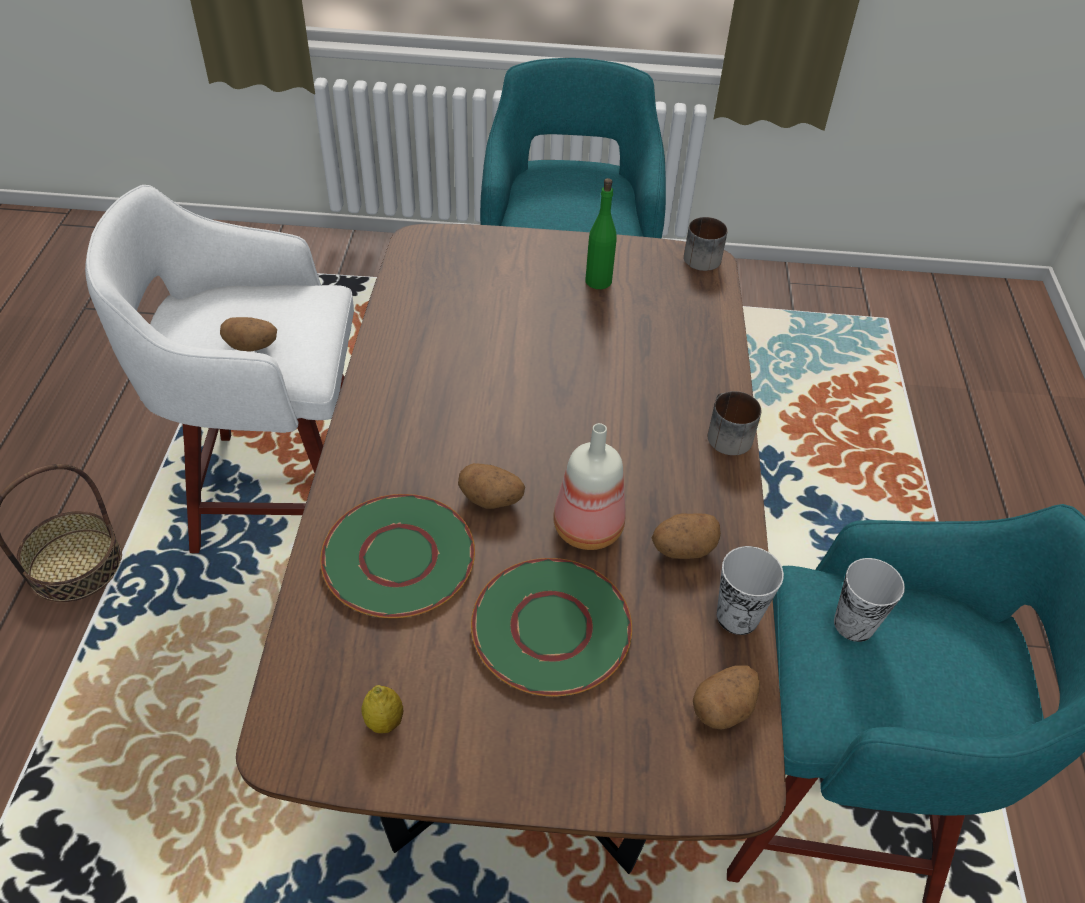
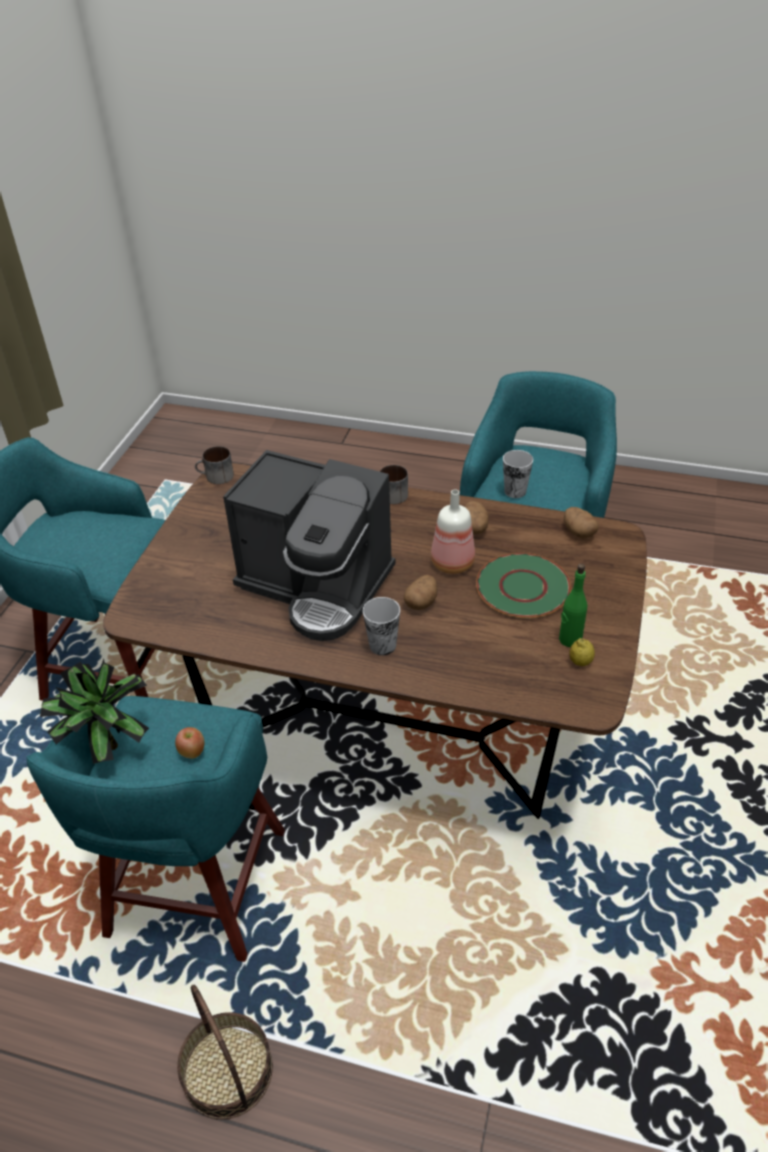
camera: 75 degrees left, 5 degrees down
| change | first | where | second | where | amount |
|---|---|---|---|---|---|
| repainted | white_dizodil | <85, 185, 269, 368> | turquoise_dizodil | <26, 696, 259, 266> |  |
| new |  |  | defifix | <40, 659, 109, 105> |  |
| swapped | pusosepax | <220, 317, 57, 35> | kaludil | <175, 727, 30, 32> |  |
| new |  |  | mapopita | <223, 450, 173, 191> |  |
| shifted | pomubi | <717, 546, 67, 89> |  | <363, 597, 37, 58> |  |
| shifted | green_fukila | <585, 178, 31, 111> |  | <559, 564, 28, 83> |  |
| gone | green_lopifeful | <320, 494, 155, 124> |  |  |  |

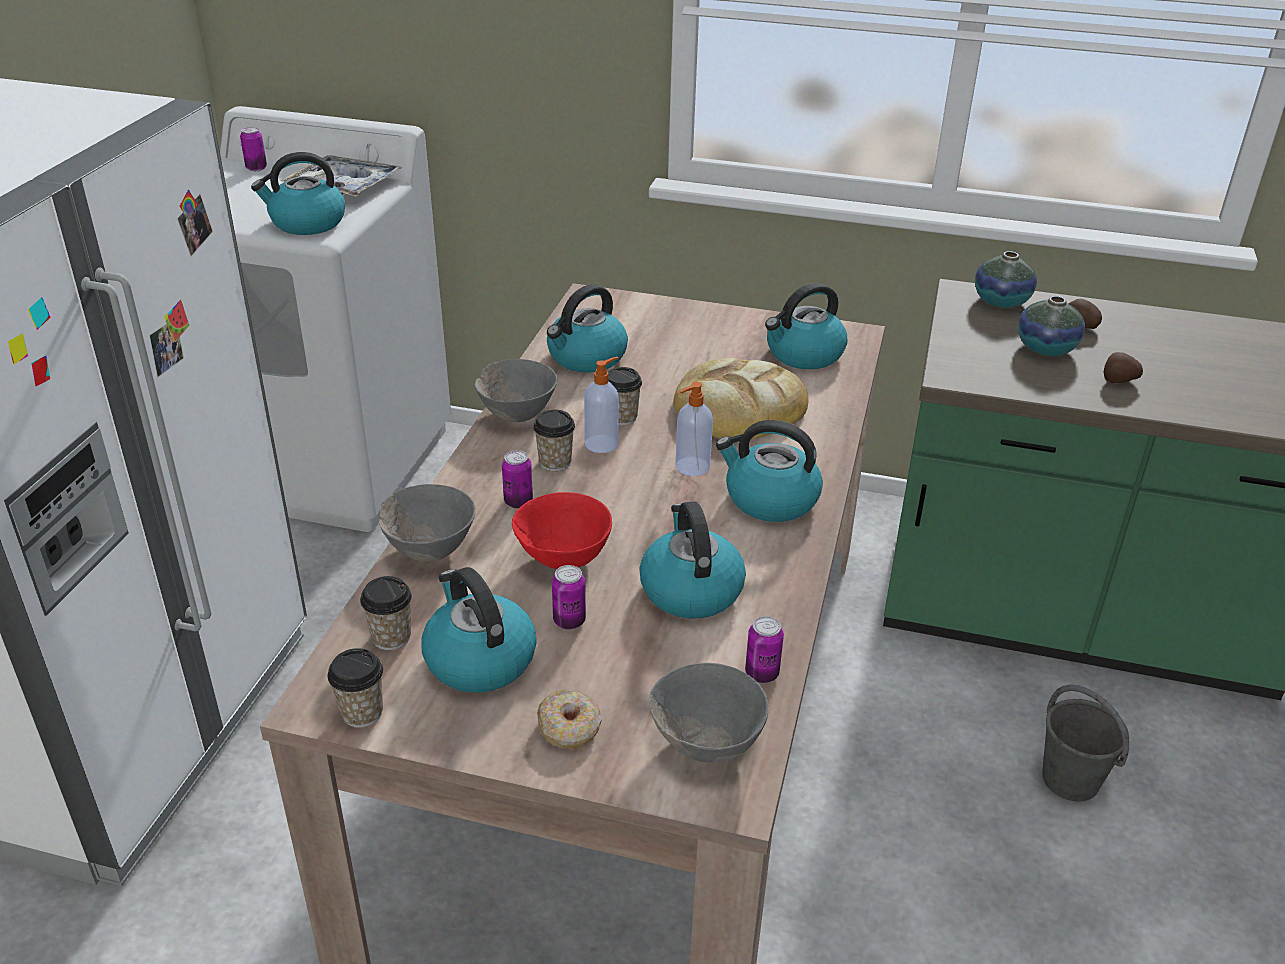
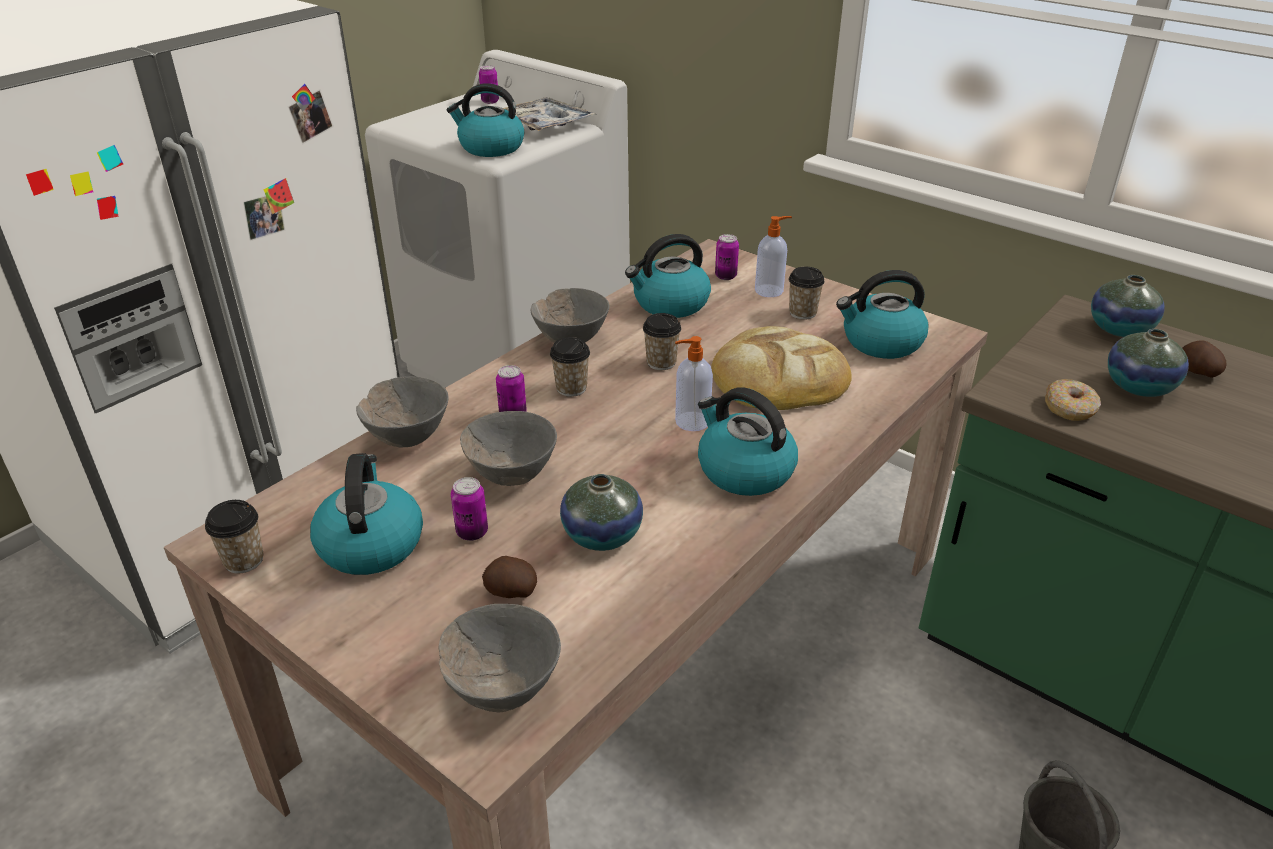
camera: 25 degrees right, 0 degrees up
| change | first | where | second | where | amount |
|---|---|---|---|---|---|
| repainted | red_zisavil | <512, 492, 100, 77> | grey_zisavil | <460, 411, 97, 75> |  |
| shifted | pusosepax | <1104, 352, 39, 31> |  | <482, 556, 55, 42> |  |
| swapped | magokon | <639, 501, 107, 118> | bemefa | <560, 474, 83, 77> |  |
| shifted | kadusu | <745, 616, 39, 67> |  | <715, 234, 24, 46> |  |
| shifted | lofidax | <584, 357, 35, 96> |  | <755, 216, 37, 81> |  |
| shifted | pomubi | <360, 576, 52, 74> |  | <789, 267, 36, 53> |  |
| shifted | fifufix | <537, 689, 64, 60> |  | <1045, 379, 56, 42> |  |

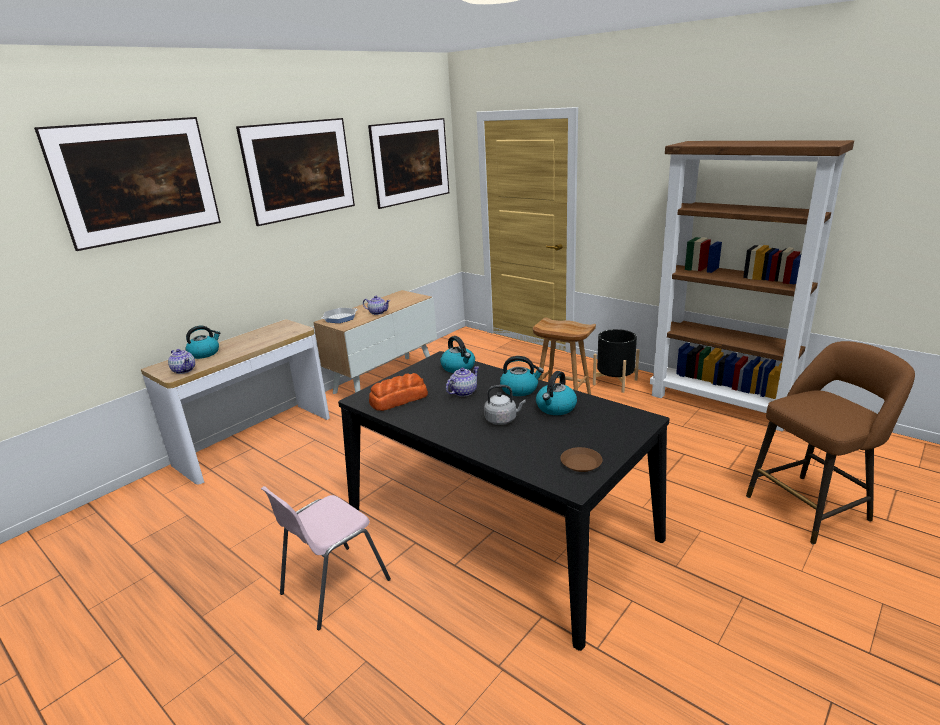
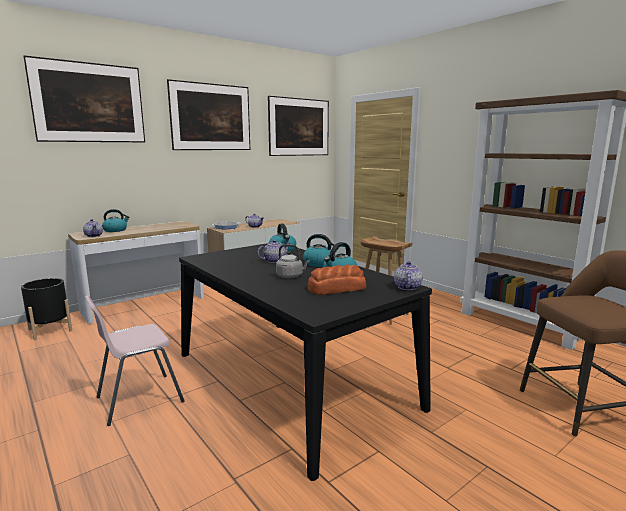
camera: 10 degrees right, 10 degrees down
| change | first | where | second | where | amount |
|---|---|---|---|---|---|
| shifted | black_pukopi | <593, 329, 47, 64> |  | <21, 278, 51, 62> |  |
| shifted | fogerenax | <369, 373, 59, 38> |  | <307, 265, 59, 30> |  |
| new |  |  | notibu | <394, 261, 29, 29> |  |
| gone | brown_lopifeful | <560, 447, 42, 25> |  |  |  |

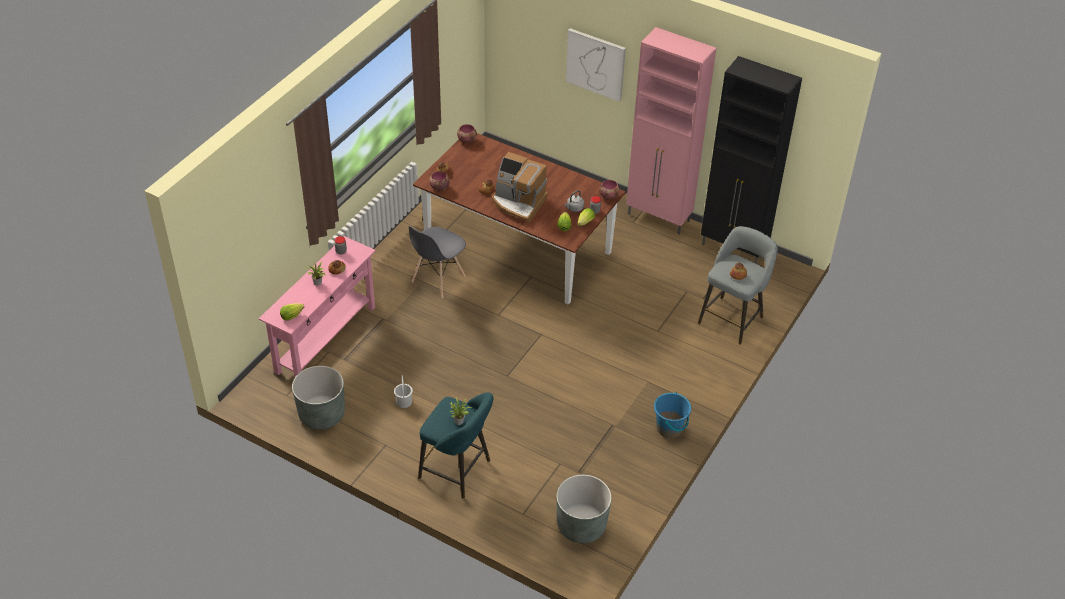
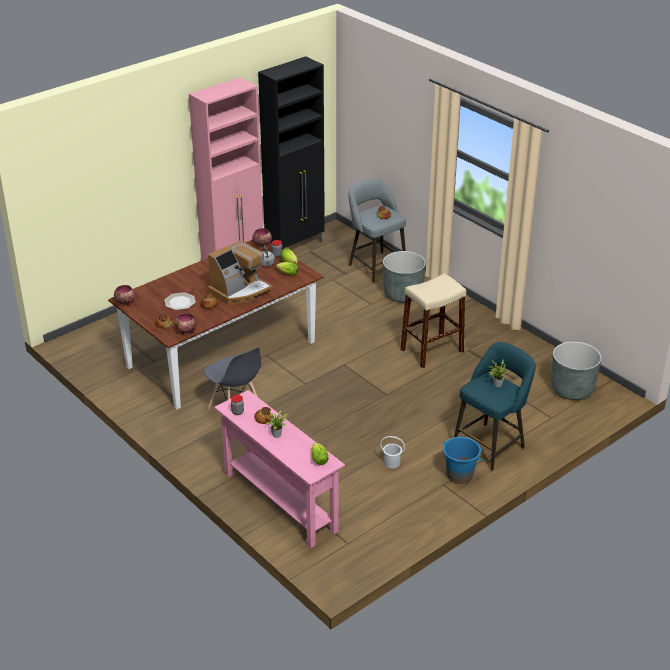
camera: 70 degrees left, 10 degrees down
| change | first | where | second | where | amount |
|---|---|---|---|---|---|
| new |  |  | lopifeful | <164, 292, 32, 18> |  |
| shifted | grey_pukopi | <292, 366, 53, 64> |  | <383, 251, 43, 52> |  |
| new |  |  | beige_dizodil | <400, 273, 66, 95> |  |
| shifted | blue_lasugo | <654, 392, 37, 46> |  | <443, 437, 40, 47> |  |
| gone | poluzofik | <566, 28, 60, 74> |  |  |  |

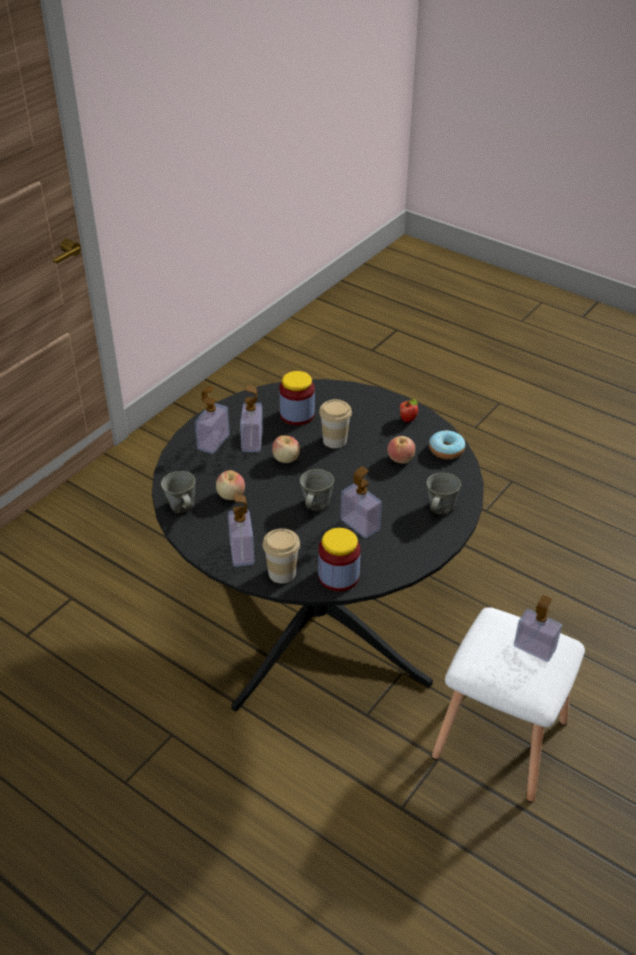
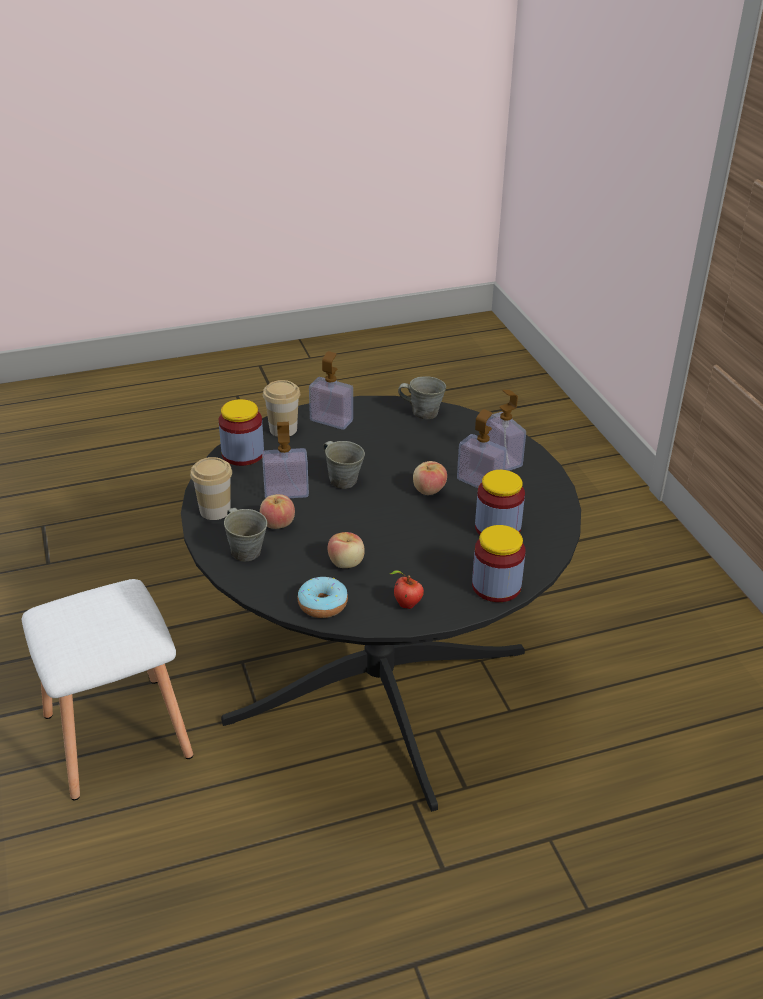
camera: 125 degrees right, 5 degrees down
| change | first | where | second | where | amount |
|---|---|---|---|---|---|
| shifted | pomubi | <319, 399, 33, 49> |  | <190, 457, 42, 63> |  |
| shifted | kaludil | <216, 470, 29, 30> |  | <260, 494, 35, 35> |  |
| new |  |  | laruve | <472, 525, 54, 77> |  |
| gone | lofidax | <514, 595, 48, 67> |  |  |  |

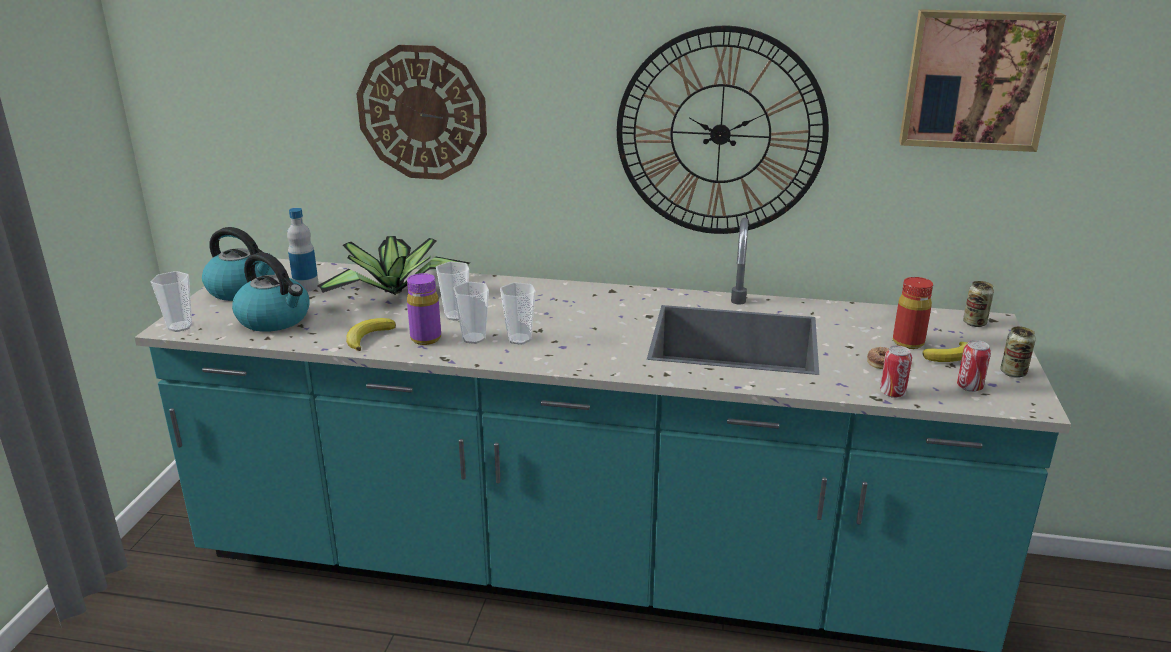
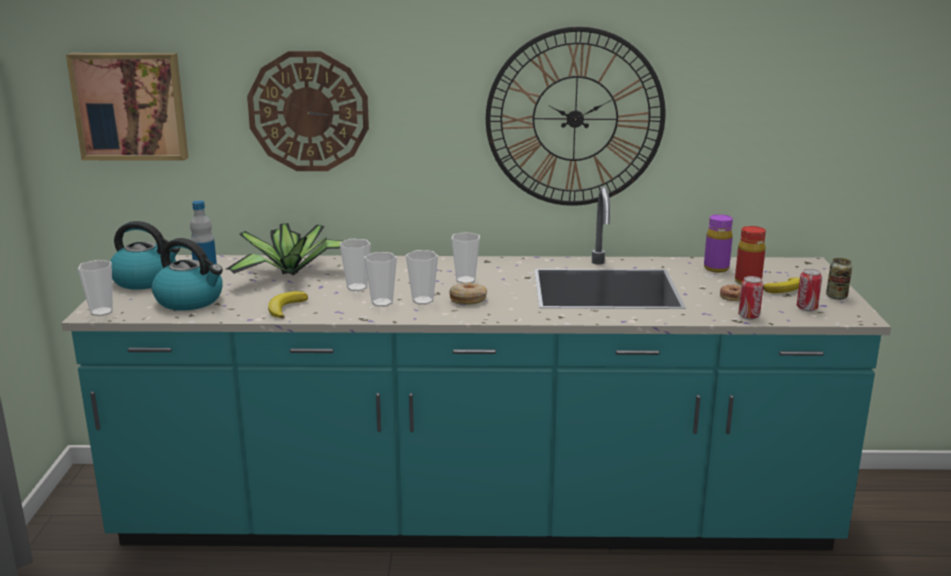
camera: 10 degrees left, 5 degrees down
| change | first | where | second | where | amount |
|---|---|---|---|---|---|
| shifted | poluzofik | <899, 9, 167, 143> |  | <66, 53, 123, 108> |  |
| new |  |  | fifufix | <449, 283, 38, 22> |  |
| new |  |  | pomubi | <451, 232, 29, 51> |  |
| shifted | purple_fukila | <407, 273, 34, 72> |  | <704, 214, 29, 59> |  |
| gone | kadusu | <963, 281, 31, 46> |  |  |  |

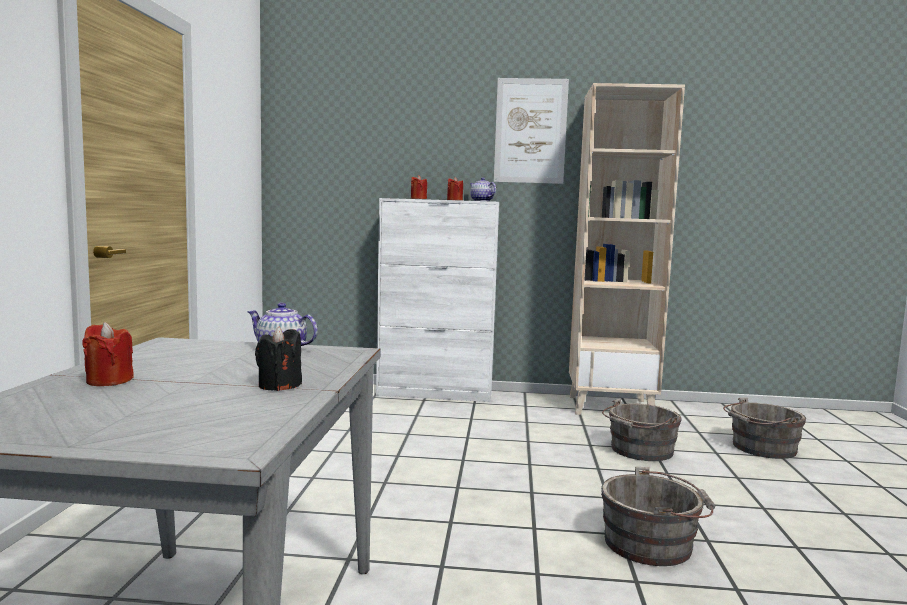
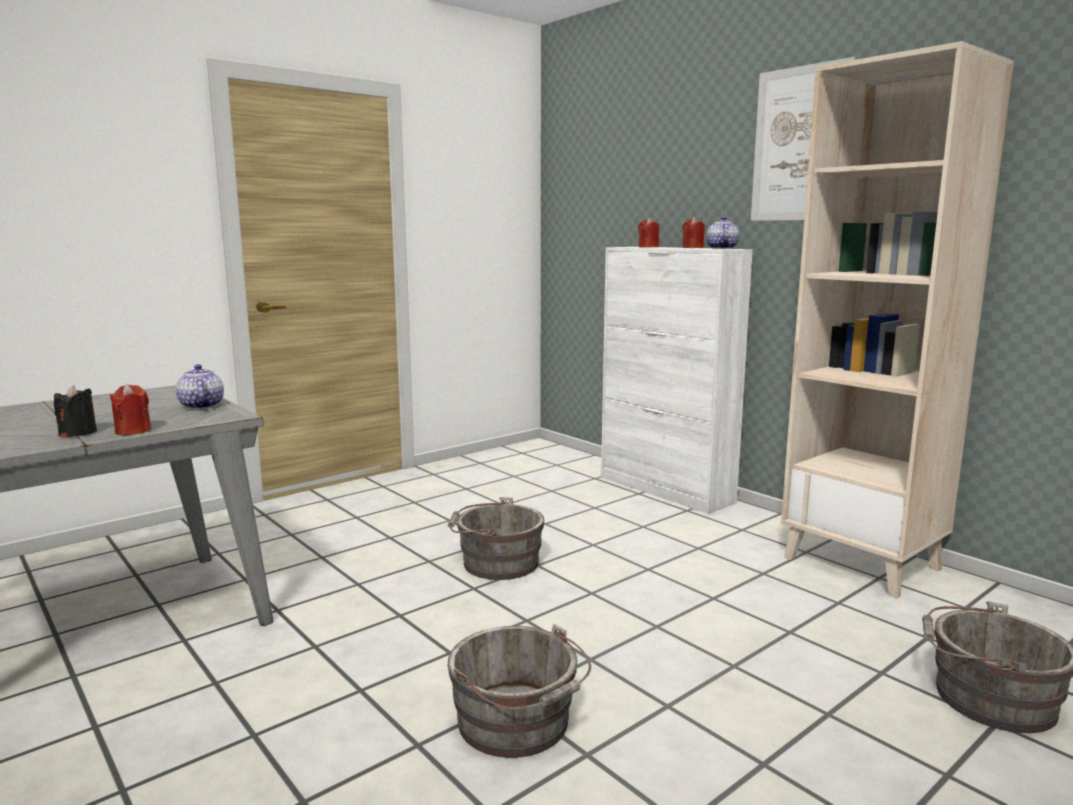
camera: 45 degrees right, 5 degrees up
| change | first | where | second | where | amount |
|---|---|---|---|---|---|
| shifted | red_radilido | <83, 322, 51, 64> |  | <110, 384, 41, 51> |  |
| shifted | grey_lasugo | <602, 399, 79, 62> |  | <448, 497, 96, 83> |  |

